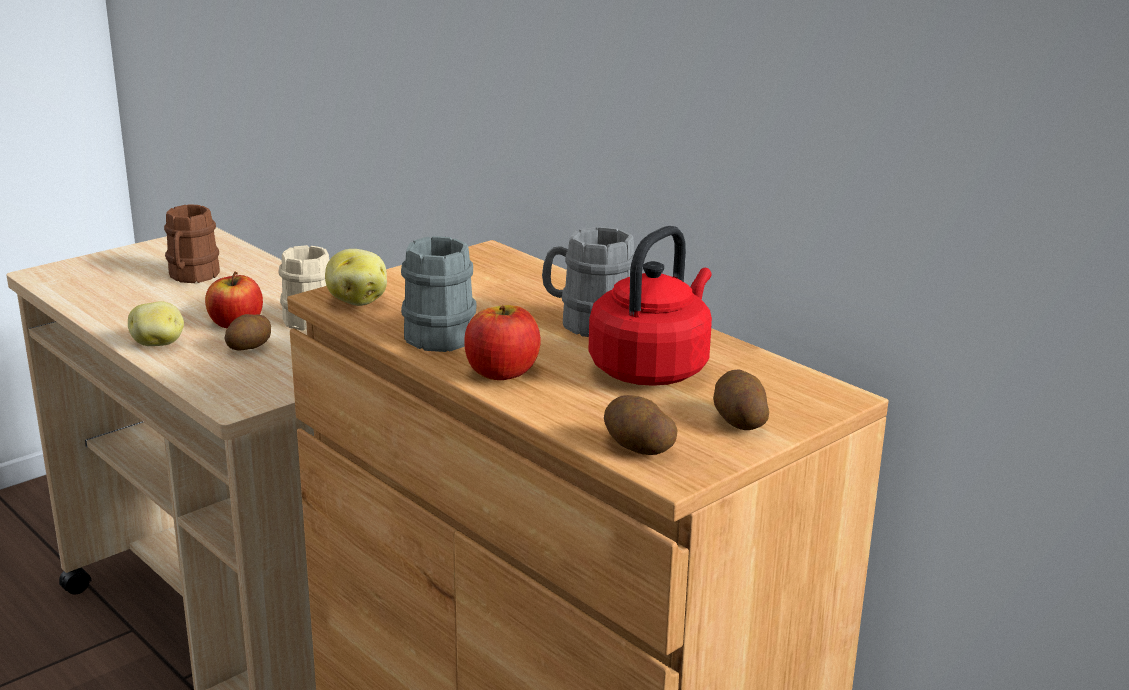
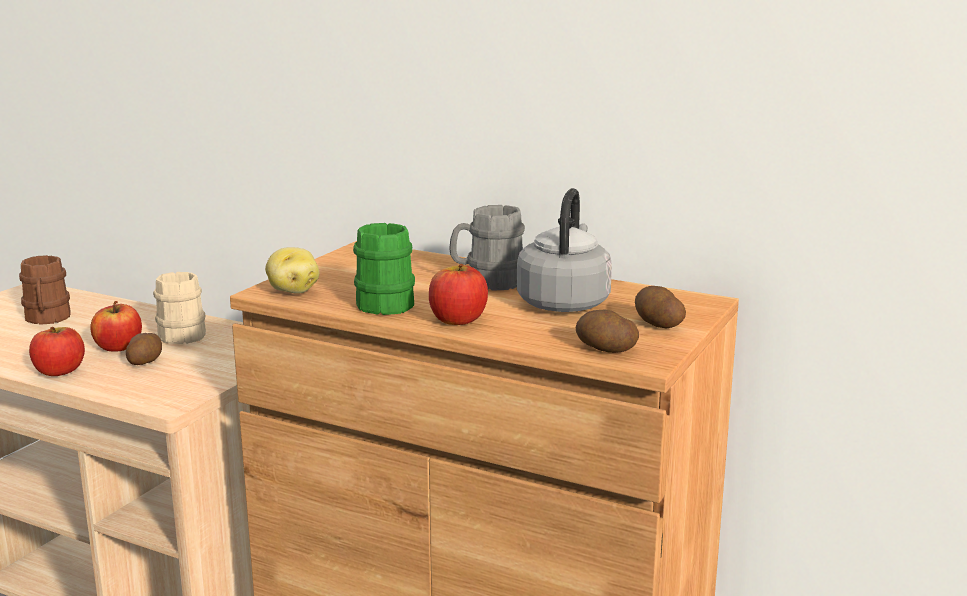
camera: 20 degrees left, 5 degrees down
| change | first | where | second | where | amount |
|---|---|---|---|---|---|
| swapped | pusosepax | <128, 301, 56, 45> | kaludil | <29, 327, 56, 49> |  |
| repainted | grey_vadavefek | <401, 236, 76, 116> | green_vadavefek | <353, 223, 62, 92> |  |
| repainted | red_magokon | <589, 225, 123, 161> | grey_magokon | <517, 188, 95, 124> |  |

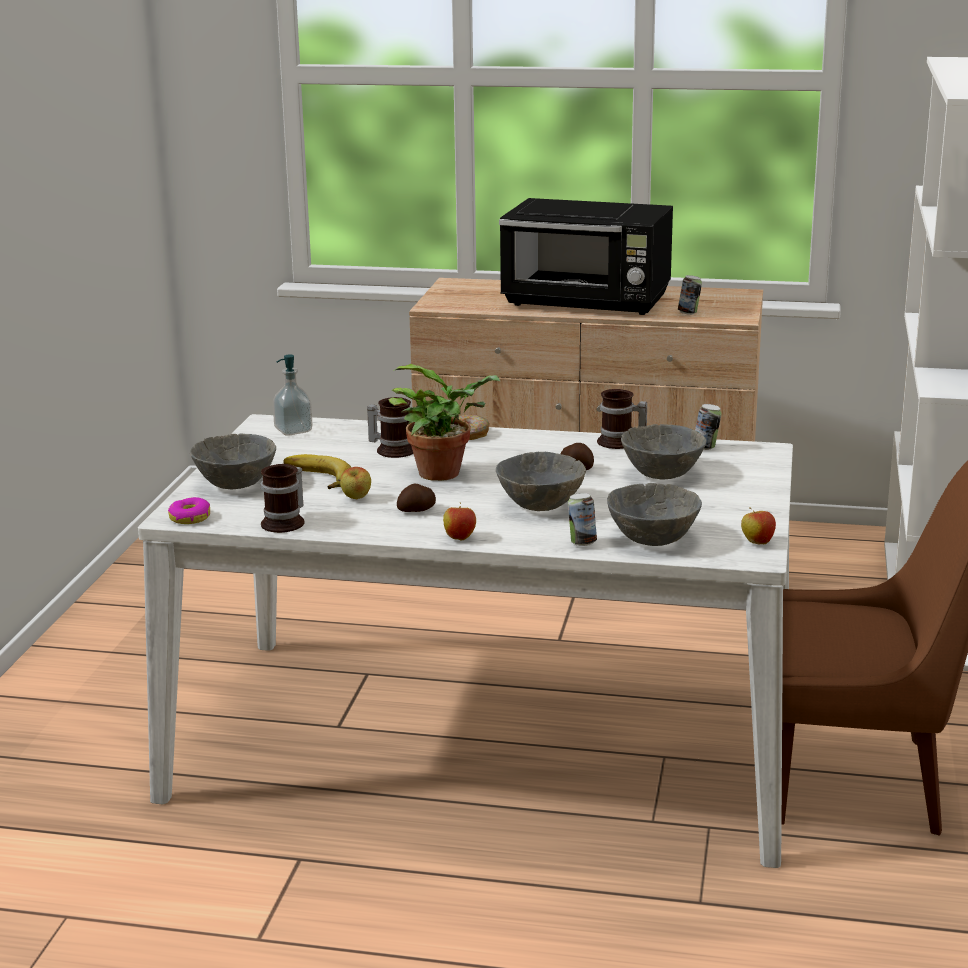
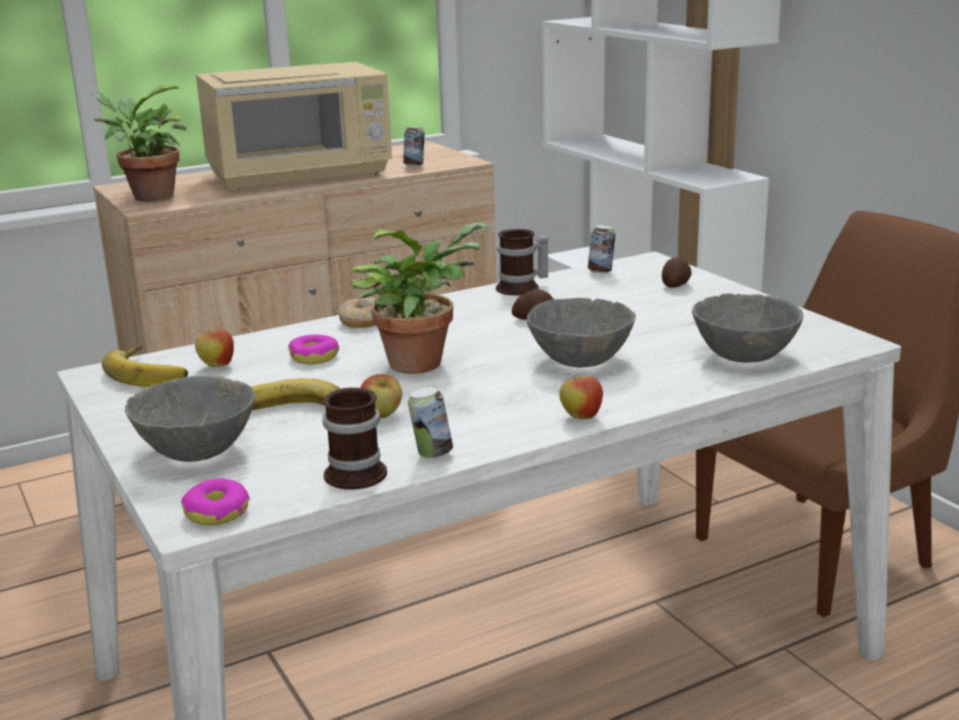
camera: 40 degrees left, 0 degrees up
| change | first | where | second | where | amount |
|---|---|---|---|---|---|
| new |  |  | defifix | <92, 85, 94, 117> |  |
| swapped | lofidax | <273, 355, 40, 81> | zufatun | <102, 345, 86, 42> |  |
| shifted | kaludil | <741, 507, 35, 37> |  | <195, 329, 39, 39> |  |
| repainted | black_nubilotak | <499, 198, 174, 117> | beige_nubilotak | <196, 62, 196, 129> |  |
| swapped | vadavefek | <367, 397, 46, 61> | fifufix | <288, 335, 51, 29> |  |
| shifted | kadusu | <568, 493, 29, 53> |  | <408, 386, 45, 73> |  |
| shifted | pusosepax | <397, 483, 39, 29> |  | <662, 257, 30, 31> |  |
| gone | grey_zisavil | <621, 424, 85, 56> |  |  |  |

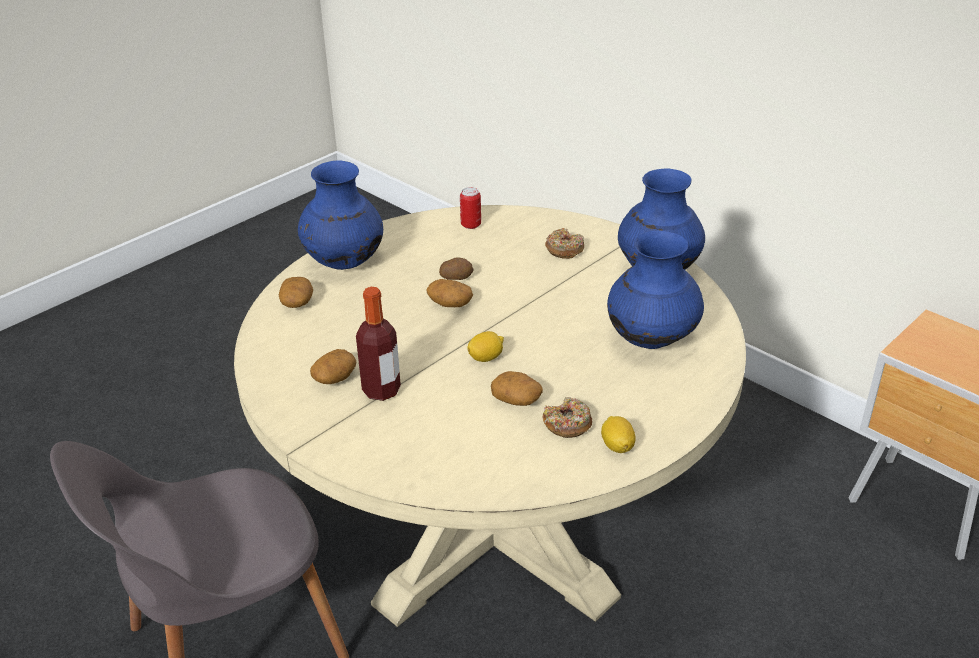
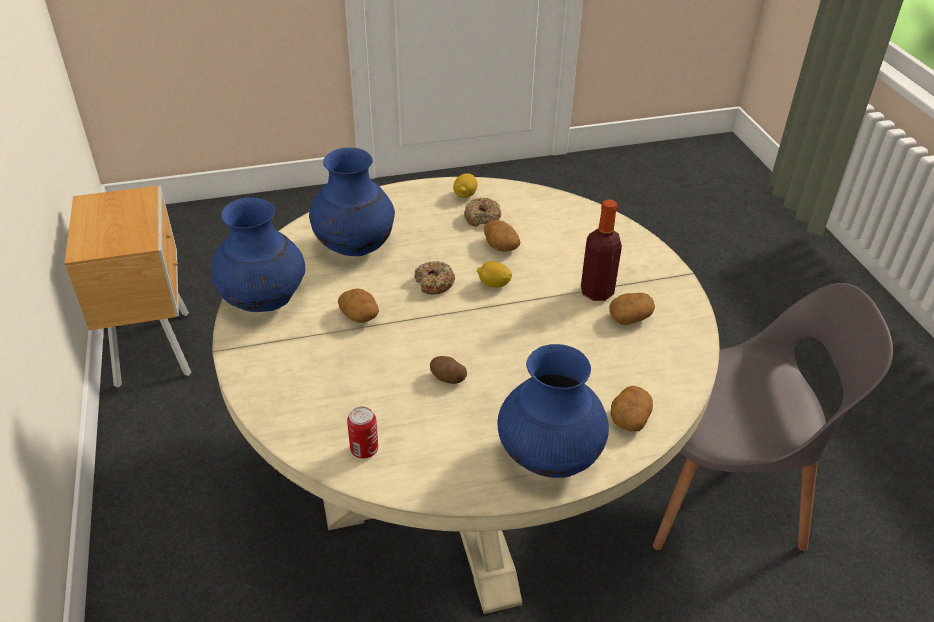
camera: 150 degrees left, 5 degrees up
| change | first | where | second | where | amount |
|---|---|---|---|---|---|
| shifted | pusosepax | <426, 279, 47, 28> |  | <338, 289, 41, 34> |  |
| shifted | fifufix | <545, 228, 39, 31> |  | <414, 261, 41, 34> |  |

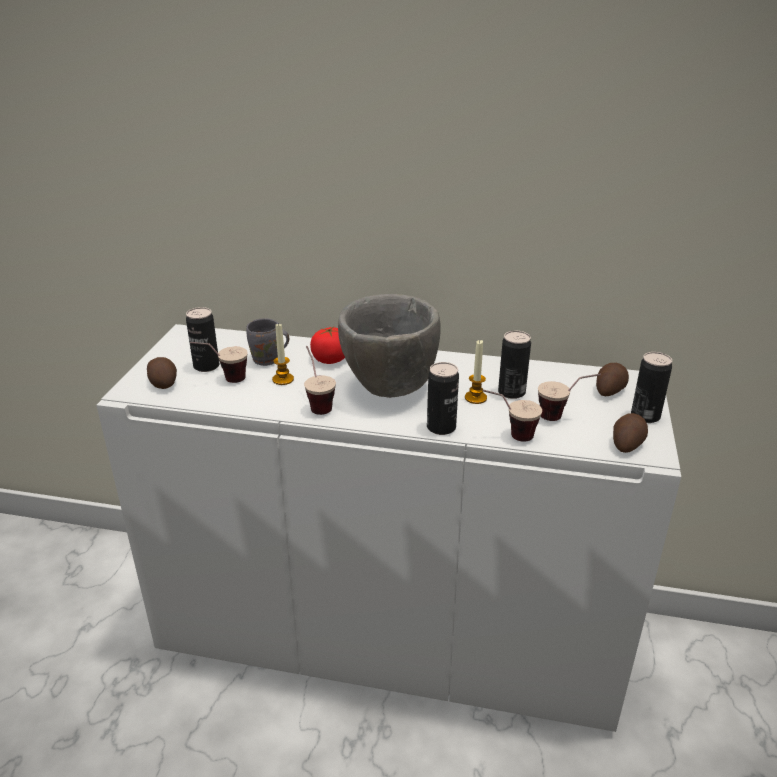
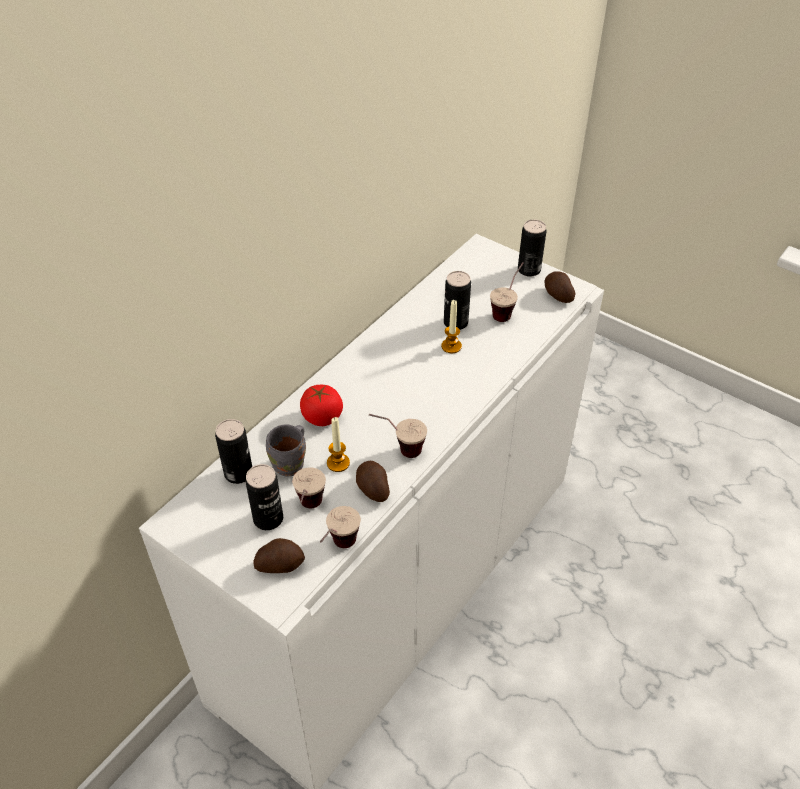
camera: 65 degrees left, 15 degrees up
| change | first | where | second | where | amount |
|---|---|---|---|---|---|
| shifted | kadusu | <427, 362, 32, 73> |  | <215, 419, 37, 65> |  |
| shifted | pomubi | <482, 390, 60, 52> |  | <320, 506, 41, 42> |  |
| shifted | pusosepax | <596, 363, 33, 33> |  | <356, 461, 34, 41> |  |
| gone | grey_zisavil | <338, 294, 103, 104> |  |  |  |

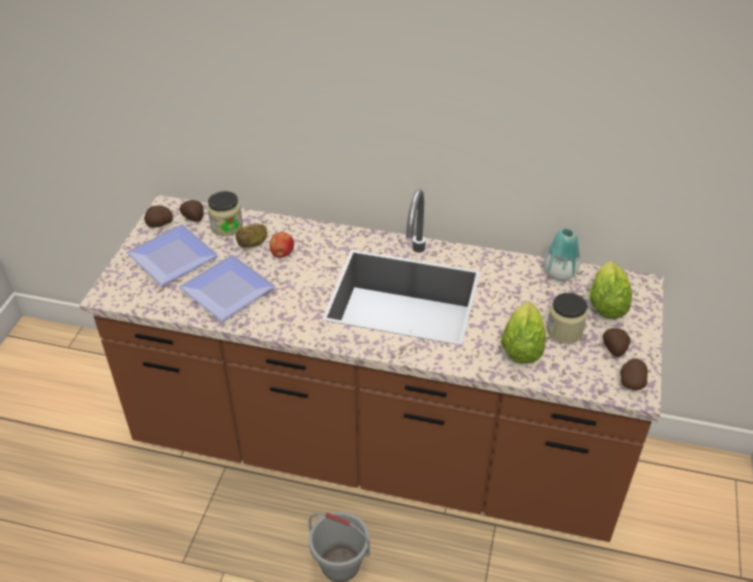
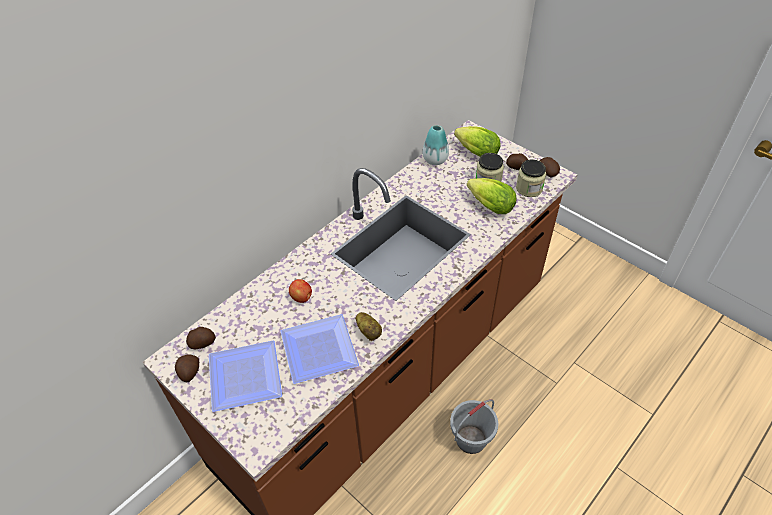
camera: 60 degrees left, 5 degrees up
| change | first | where | second | where | amount |
|---|---|---|---|---|---|
| shifted | pusosepax | <236, 224, 31, 24> |  | <355, 312, 27, 29> |  |
| shifted | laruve | <207, 191, 36, 45> |  | <516, 160, 30, 37> |  |

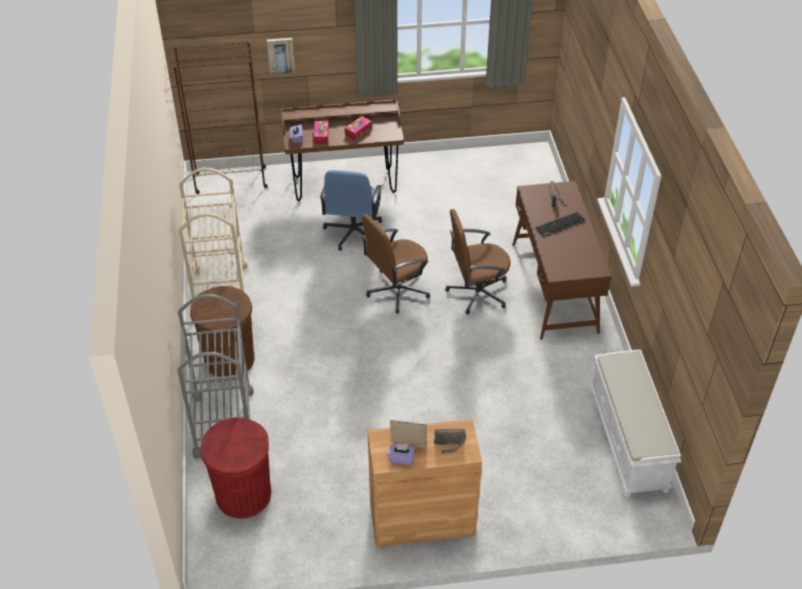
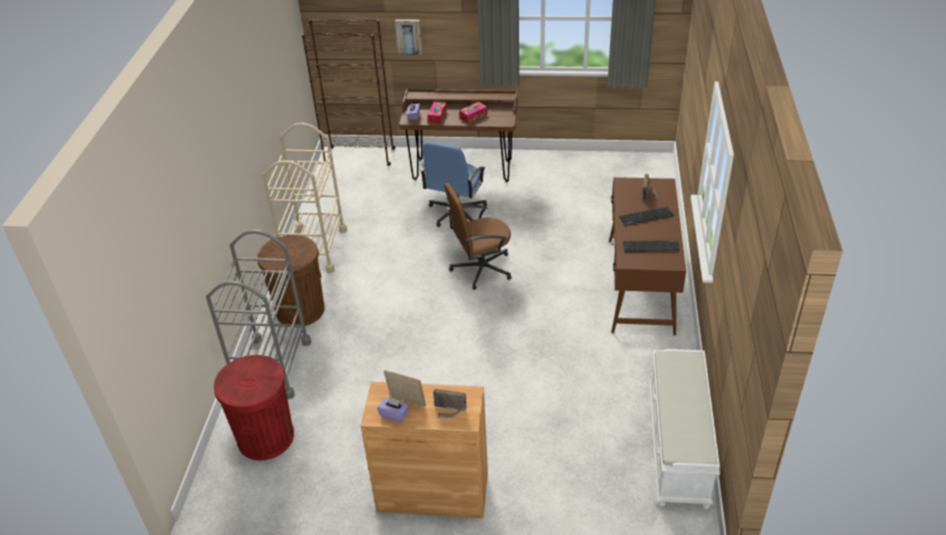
camera: 15 degrees right, 5 degrees down
| change | first | where | second | where | amount |
|---|---|---|---|---|---|
| new |  |  | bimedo | <623, 240, 57, 12> |  |
| gone | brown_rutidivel | <445, 209, 66, 106> |  |  |  |

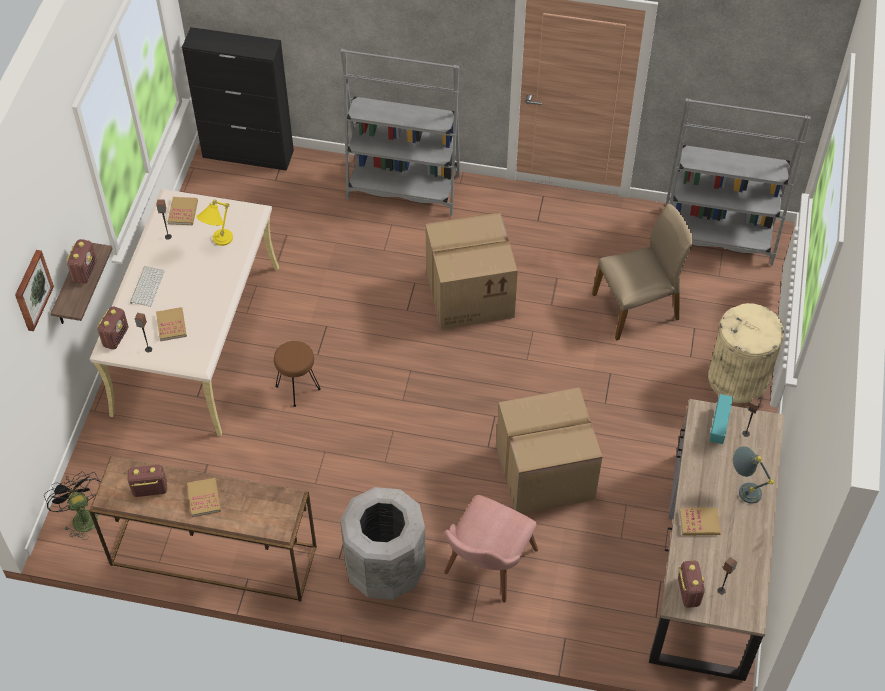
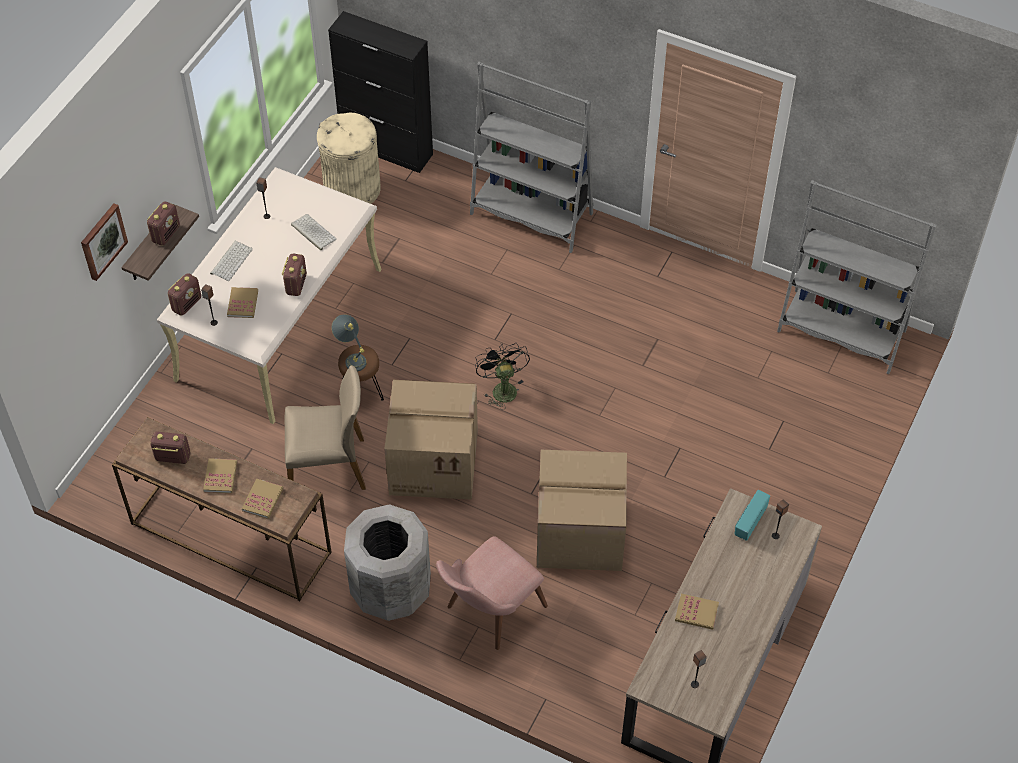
camera: 15 degrees right, 0 degrees up
| change | first | where | second | where | amount |
|---|---|---|---|---|---|
| shifted | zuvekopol | <168, 197, 30, 28> |  | <242, 479, 41, 40> |  |
| shifted | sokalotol | <678, 561, 27, 47> |  | <282, 254, 25, 42> |  |
| shifted | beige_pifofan | <592, 204, 101, 137> |  | <285, 365, 81, 125> |  |
| swapped | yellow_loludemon | <196, 199, 37, 47> | bimedo | <291, 214, 46, 36> |  |
| shifted | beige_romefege | <708, 303, 76, 100> |  | <317, 112, 64, 92> |  |
| shifted | grey_loludemon | <733, 446, 41, 58> |  | <331, 314, 36, 57> |  |
| shifted | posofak | <425, 212, 93, 118> |  | <384, 380, 94, 120> |  |
| shifted | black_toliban | <44, 471, 56, 69> |  | <475, 342, 55, 68> |  |

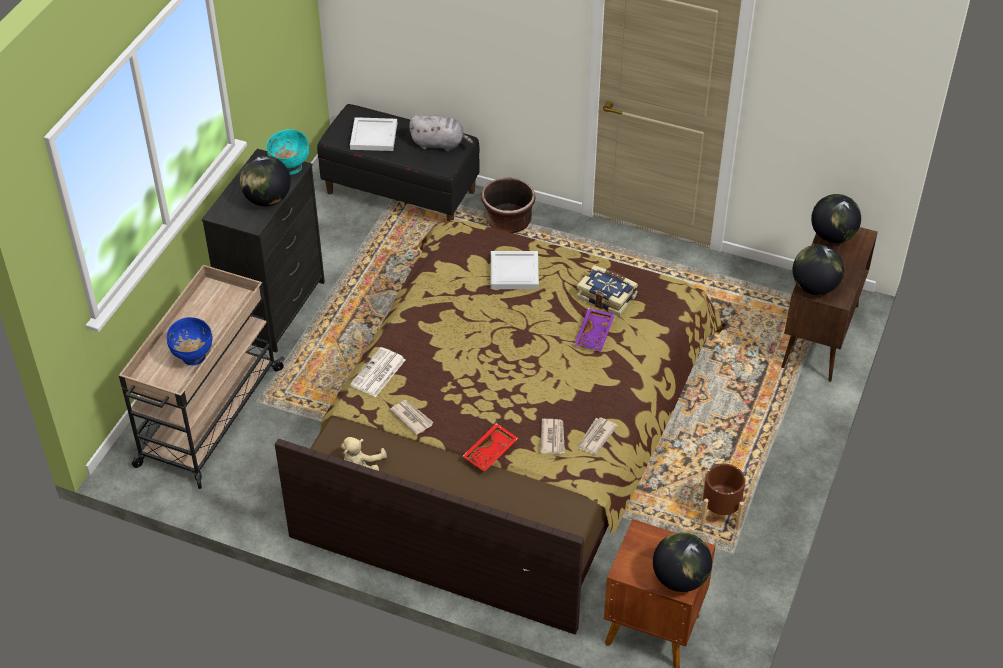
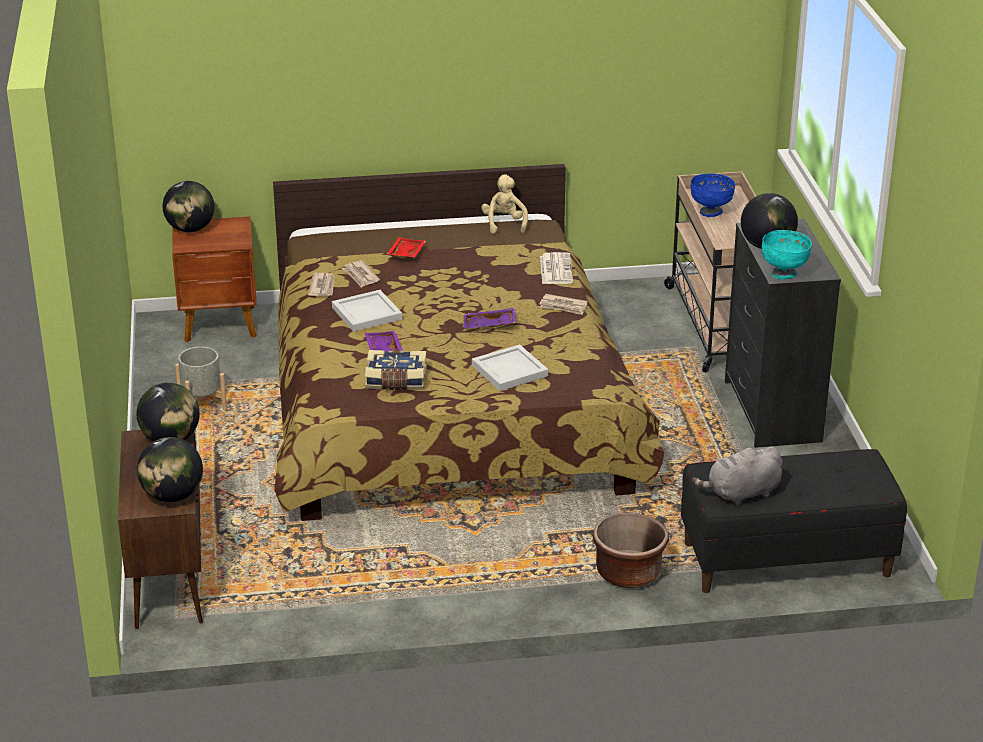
camera: 150 degrees right, 15 degrees down
| change | first | where | second | where | amount |
|---|---|---|---|---|---|
| repainted | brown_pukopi | <701, 464, 45, 66> | grey_pukopi | <175, 346, 52, 64> |  |
| shifted | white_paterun | <350, 117, 47, 34> |  | <332, 290, 70, 42> |  |
| new |  |  | purple_paterun | <464, 308, 52, 21> |  |
| shifted | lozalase | <390, 400, 44, 35> |  | <539, 294, 48, 21> |  |

